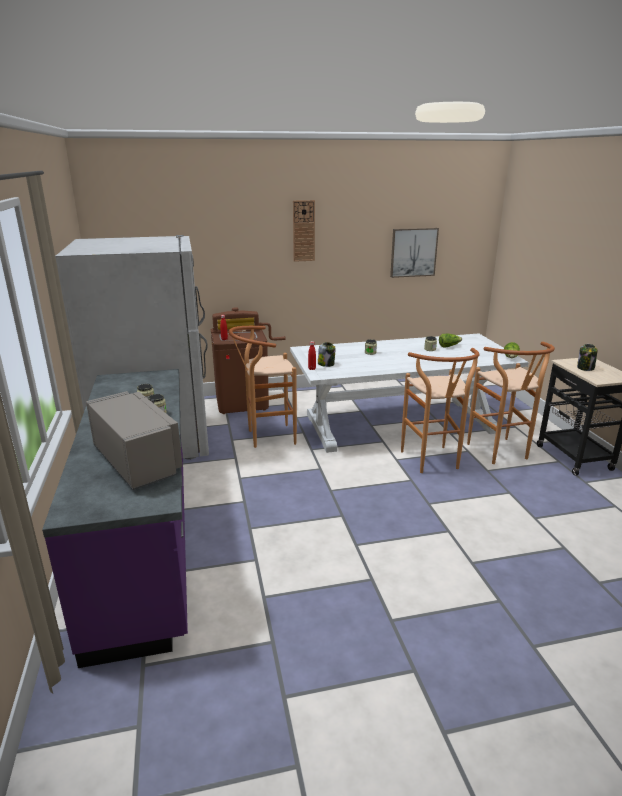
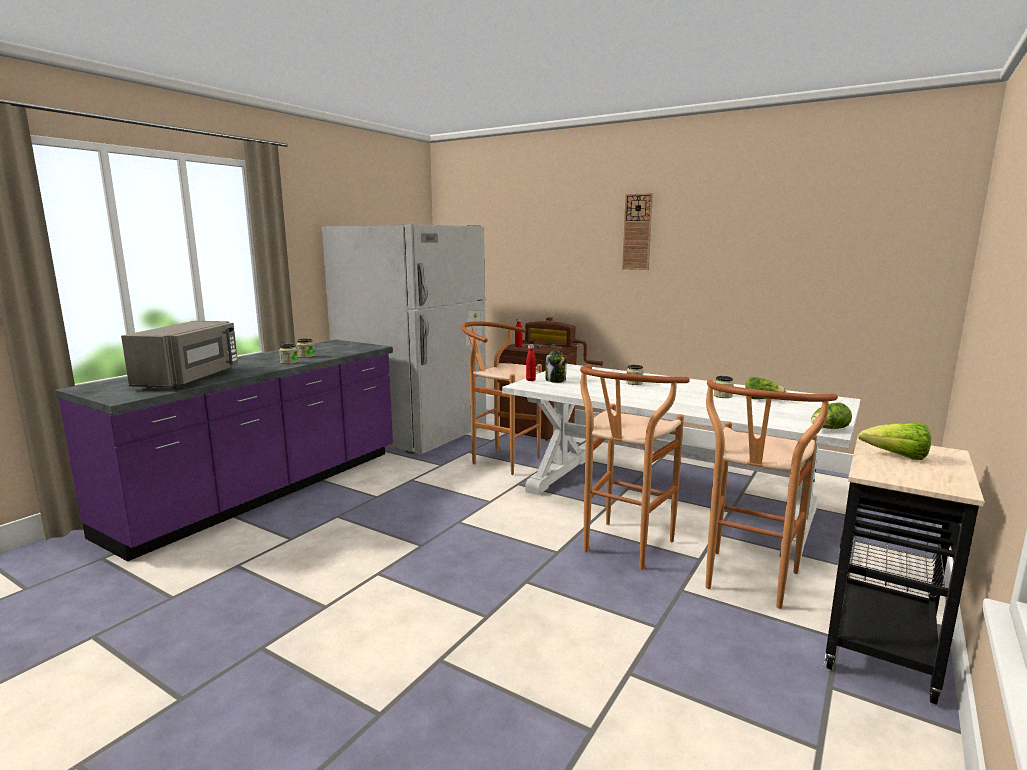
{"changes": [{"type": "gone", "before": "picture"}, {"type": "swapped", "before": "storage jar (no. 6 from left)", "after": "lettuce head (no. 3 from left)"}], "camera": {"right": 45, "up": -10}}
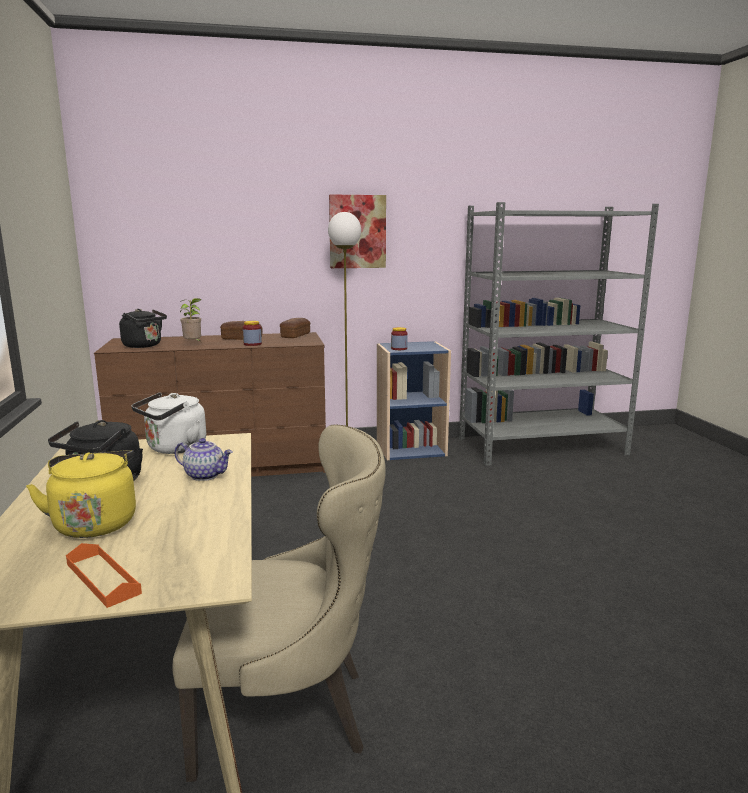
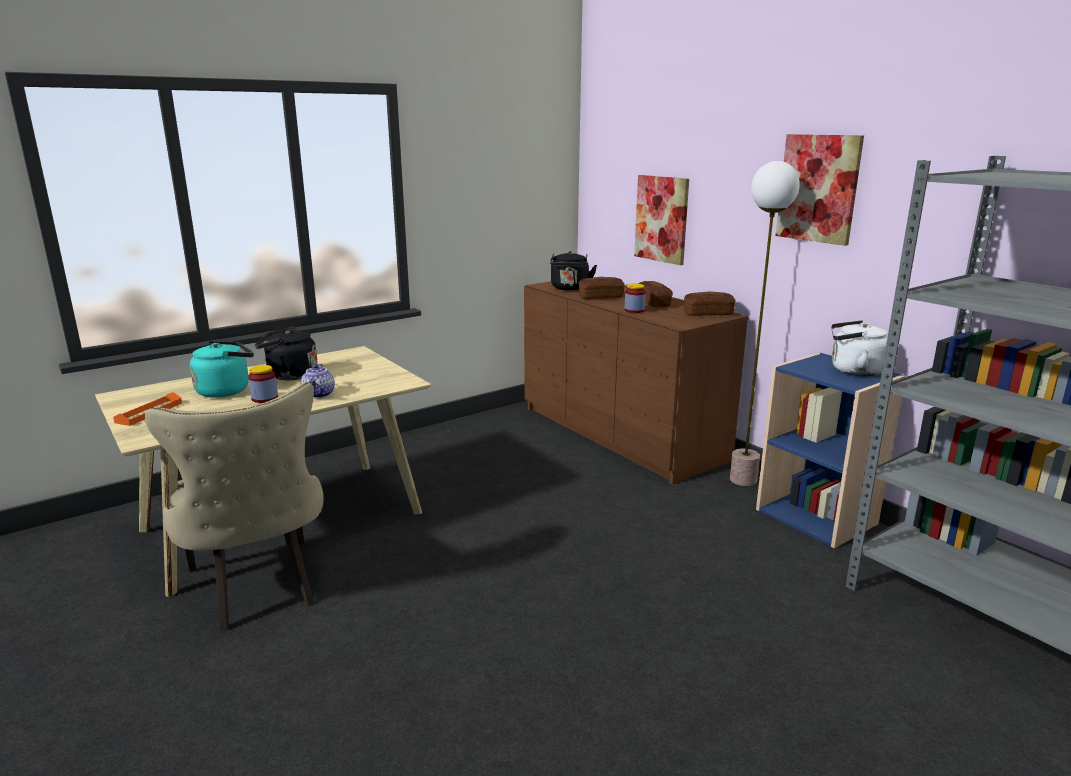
{"changes": [{"type": "new", "after": "picture (no. 1 from left)"}, {"type": "shifted", "before": "whitish tea kettle"}, {"type": "shifted", "before": "storage jar (no. 2 from left in the first image)", "after": "storage jar (no. 1 from left)"}, {"type": "swapped", "before": "houseplant", "after": "bakery bread (no. 1 from left)"}, {"type": "repainted", "before": "yellow-coloured tea kettle", "after": "blue-green tea kettle"}], "camera": {"right": 65, "up": 5}}
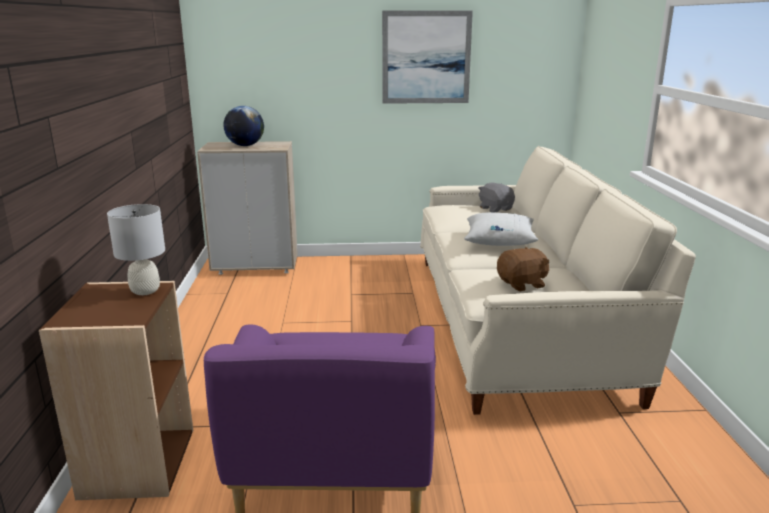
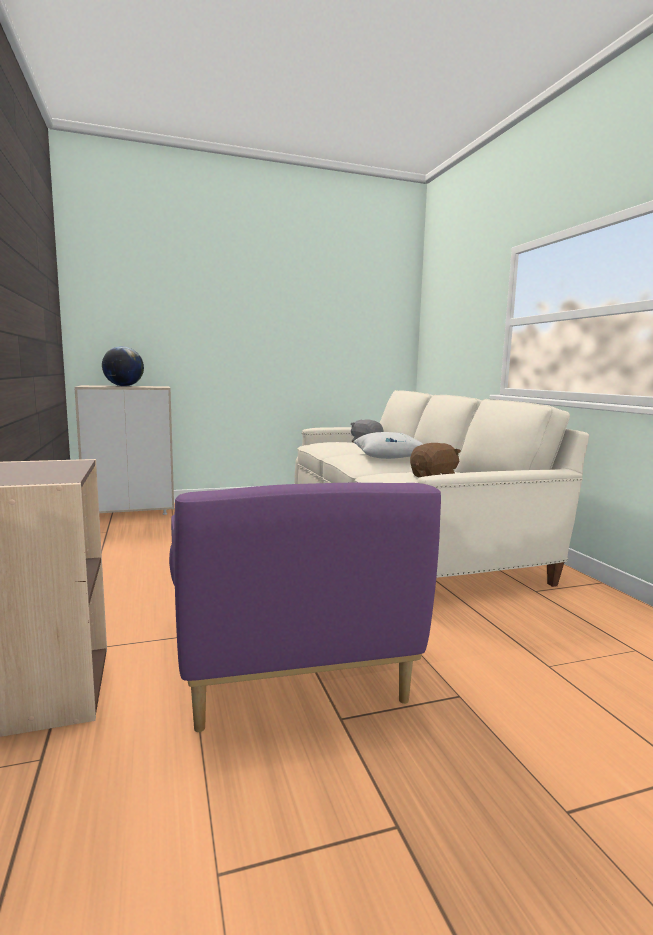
{"changes": [{"type": "gone", "before": "gray lamp for a table"}, {"type": "gone", "before": "picture"}], "camera": {"right": -15, "up": -10}}
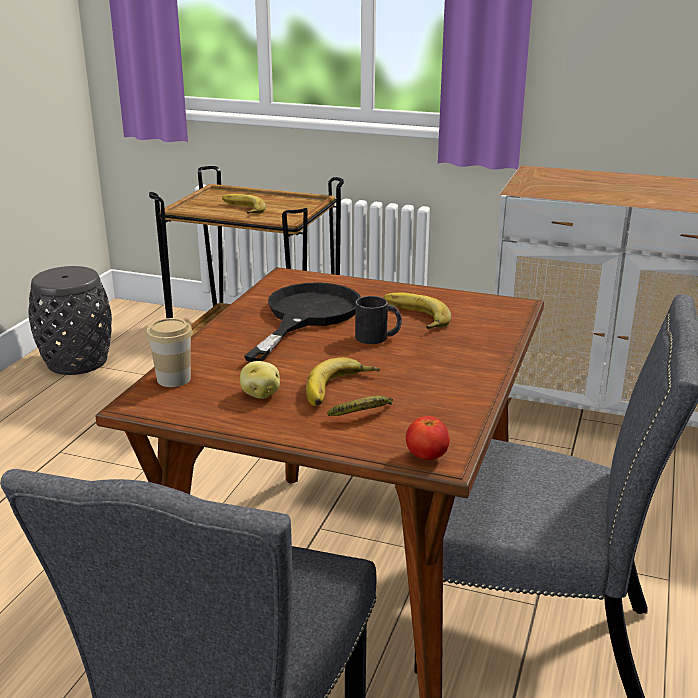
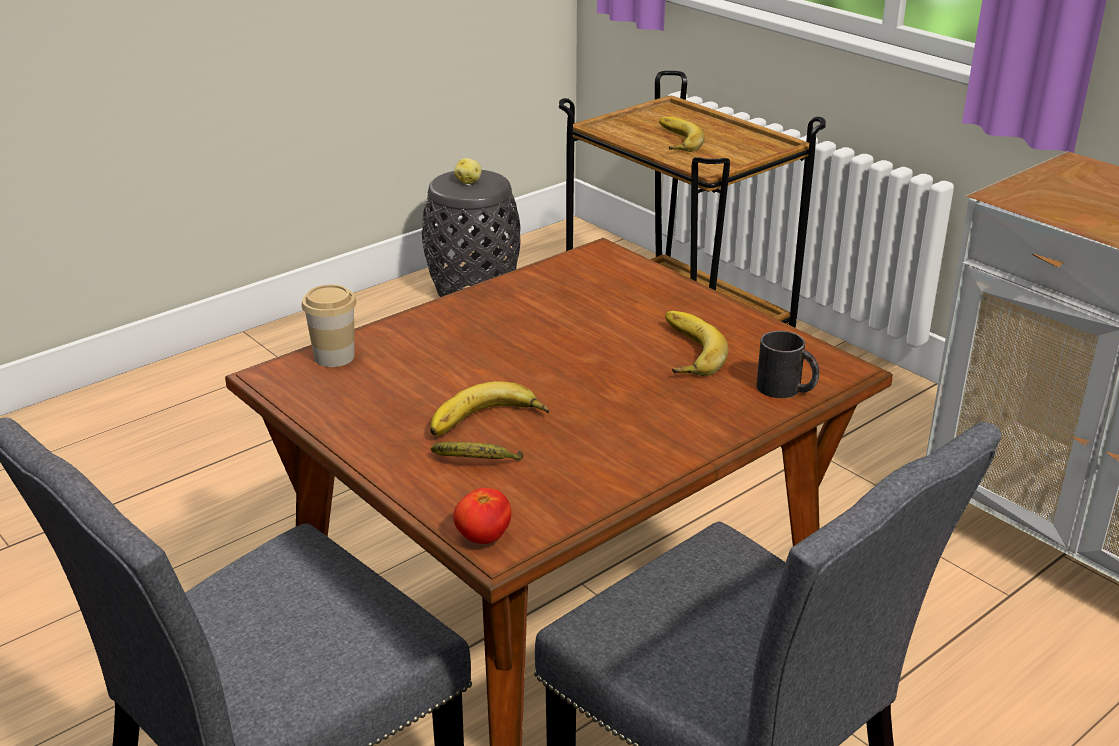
{"changes": [{"type": "gone", "before": "black-coloured skillet"}, {"type": "shifted", "before": "whole potato"}, {"type": "shifted", "before": "black-coloured tea mug"}], "camera": {"right": 30, "up": 5}}
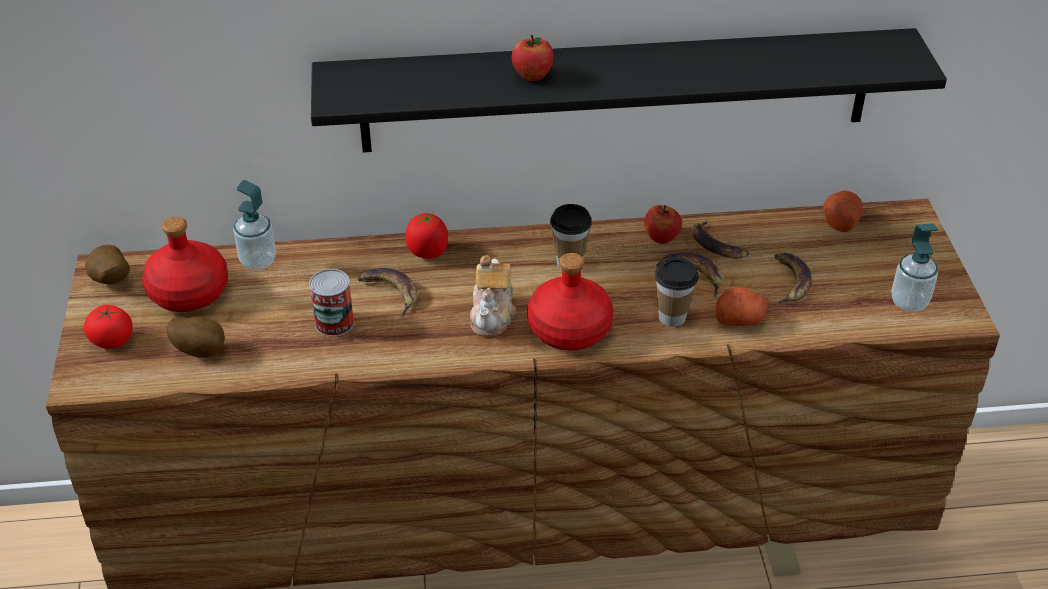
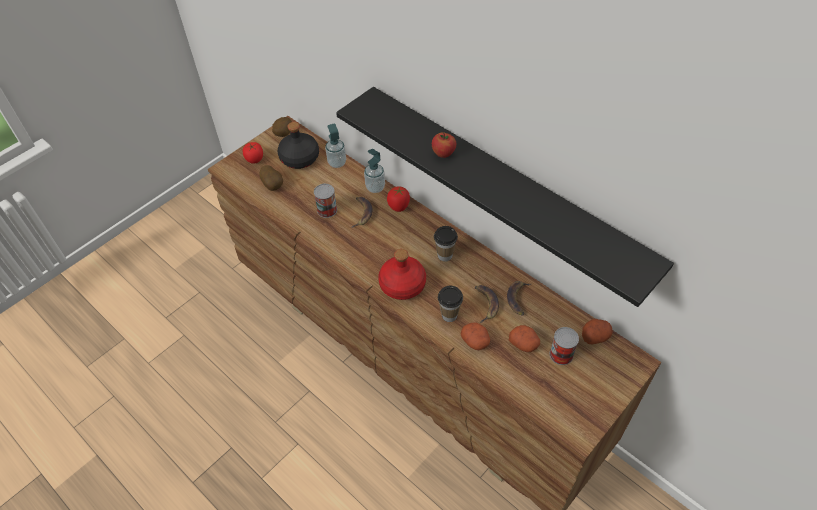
{"changes": [{"type": "gone", "before": "tea pot"}, {"type": "gone", "before": "apple (no. 2 from left)"}, {"type": "new", "after": "sealed can (no. 2 from left)"}, {"type": "shifted", "before": "soap bottle (no. 2 from left)"}, {"type": "swapped", "before": "whole banana (no. 4 from left)", "after": "whole potato (no. 4 from left)"}, {"type": "repainted", "before": "red-coloured beverage bottle (no. 1 from left)", "after": "black-coloured beverage bottle"}], "camera": {"right": 50, "up": 10}}
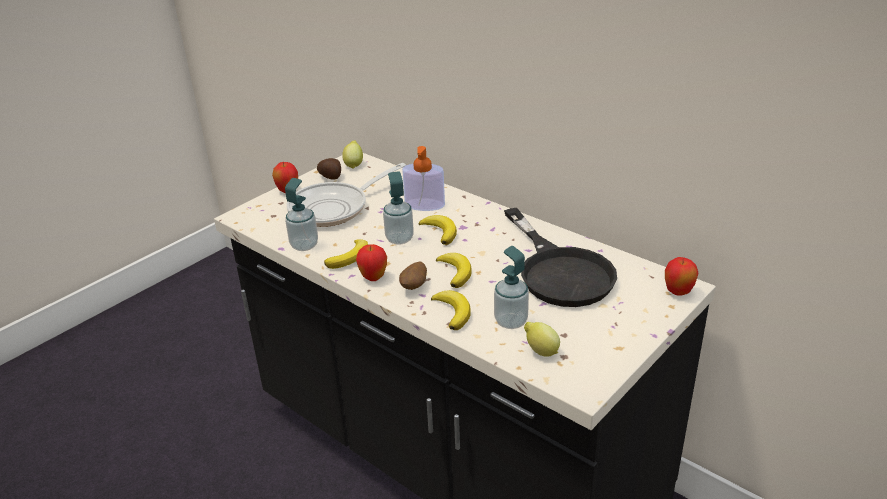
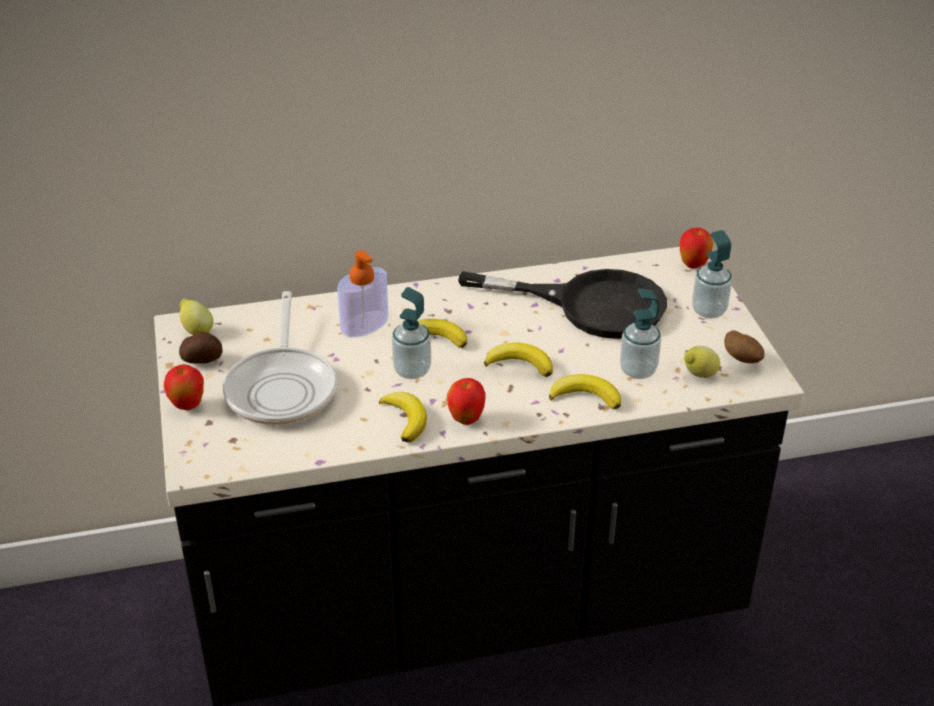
{"changes": [{"type": "shifted", "before": "soap bottle (no. 1 from left in the first image)", "after": "soap bottle (no. 4 from left)"}, {"type": "shifted", "before": "whole potato (no. 2 from left)"}], "camera": {"right": -55, "up": 5}}
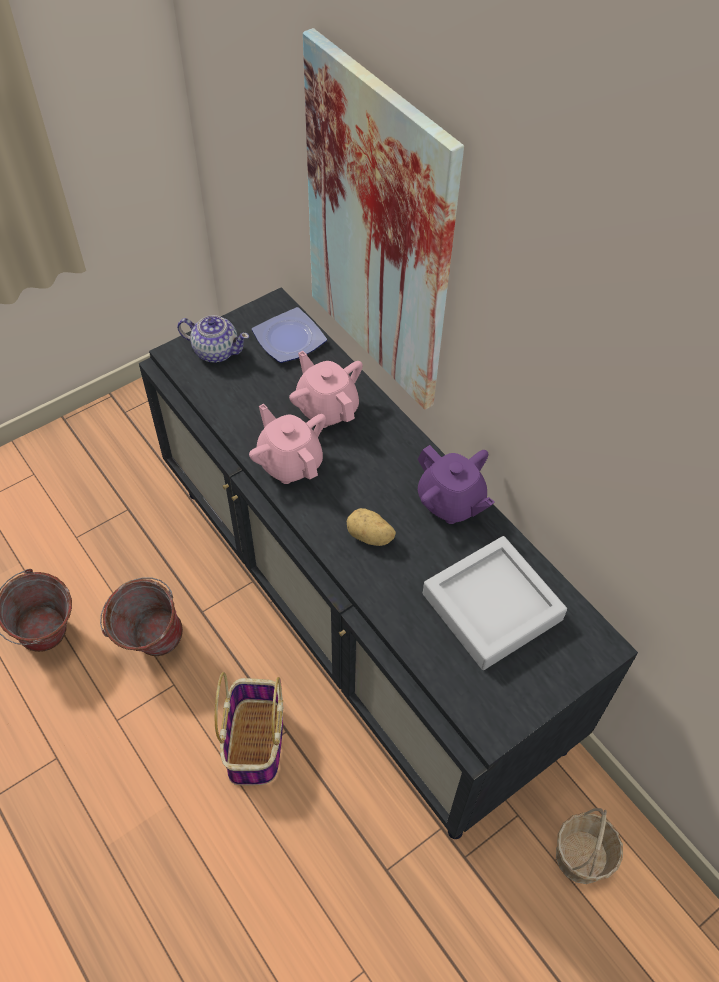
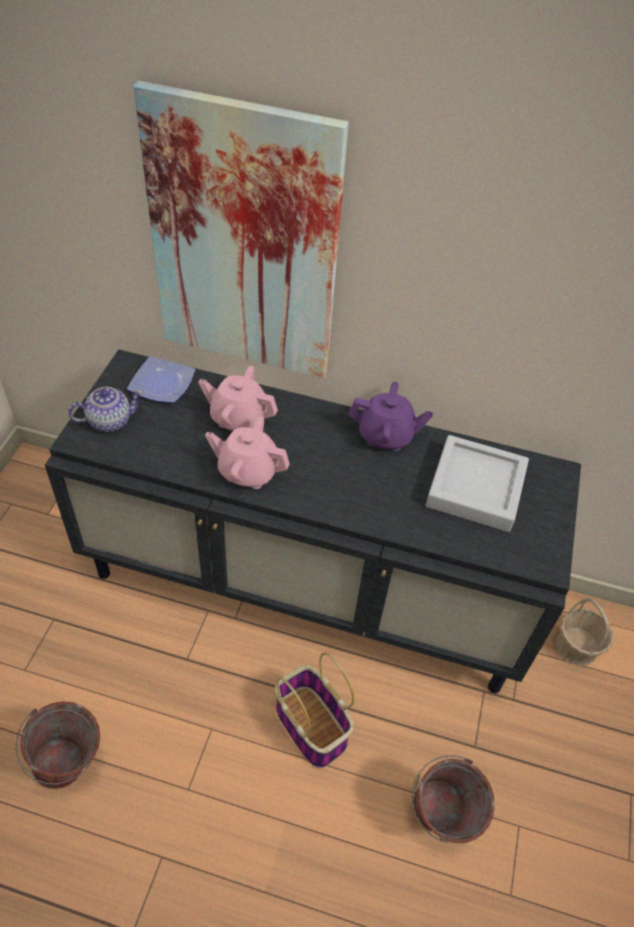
{"changes": [{"type": "gone", "before": "whole potato"}, {"type": "shifted", "before": "water bucket (no. 2 from left)"}], "camera": {"right": -40, "up": -5}}
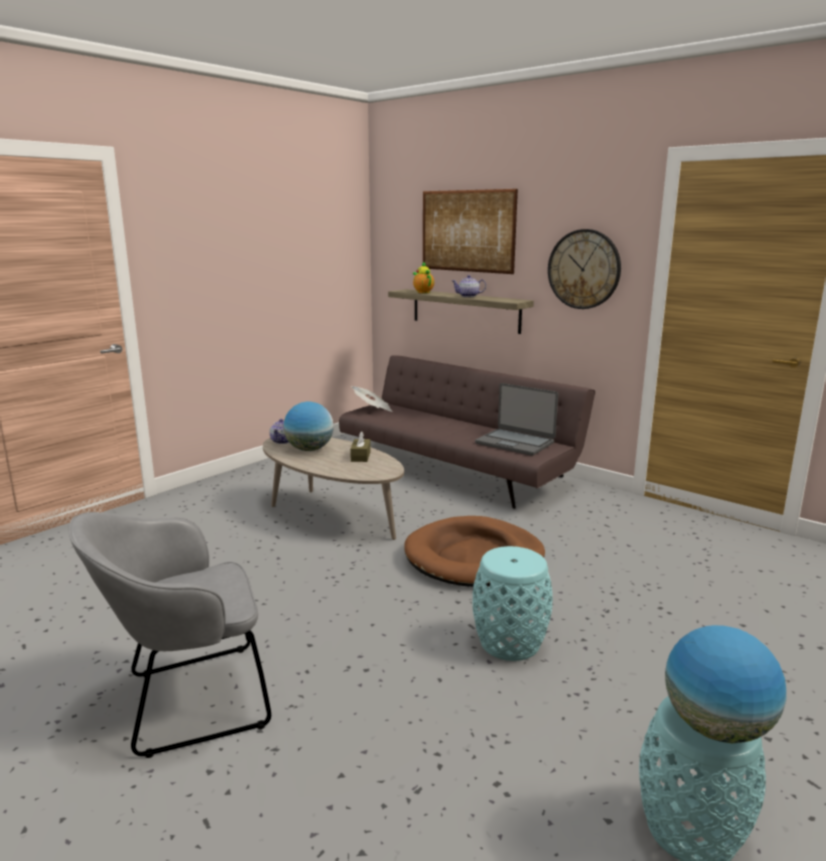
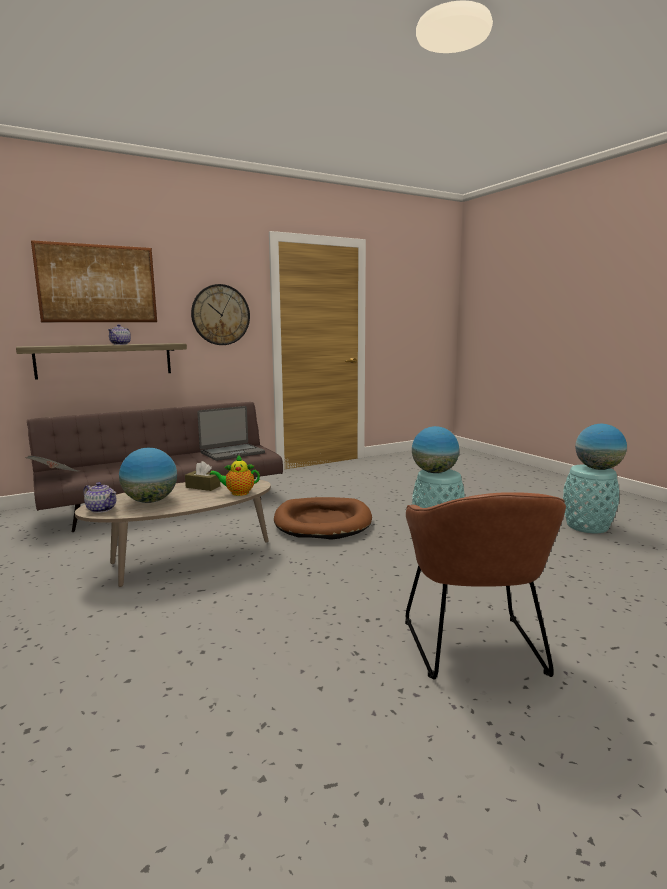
{"changes": [{"type": "new", "after": "globe (no. 2 from left)"}, {"type": "shifted", "before": "tea pot (no. 2 from left in the first image)", "after": "tea pot (no. 3 from left)"}, {"type": "repainted", "before": "gray lounge chair", "after": "brownish lounge chair"}], "camera": {"right": -70, "up": -5}}
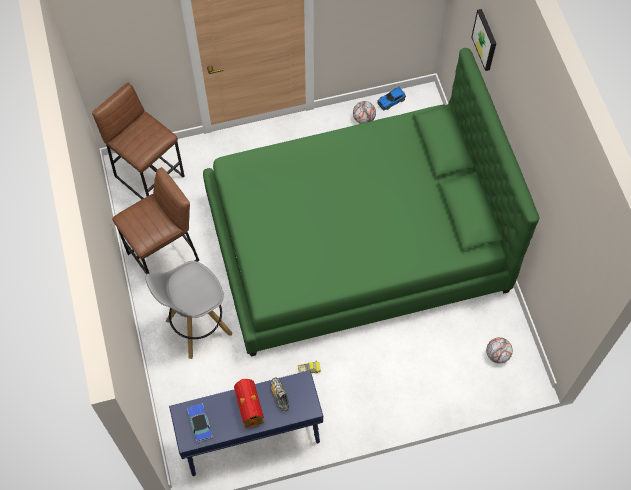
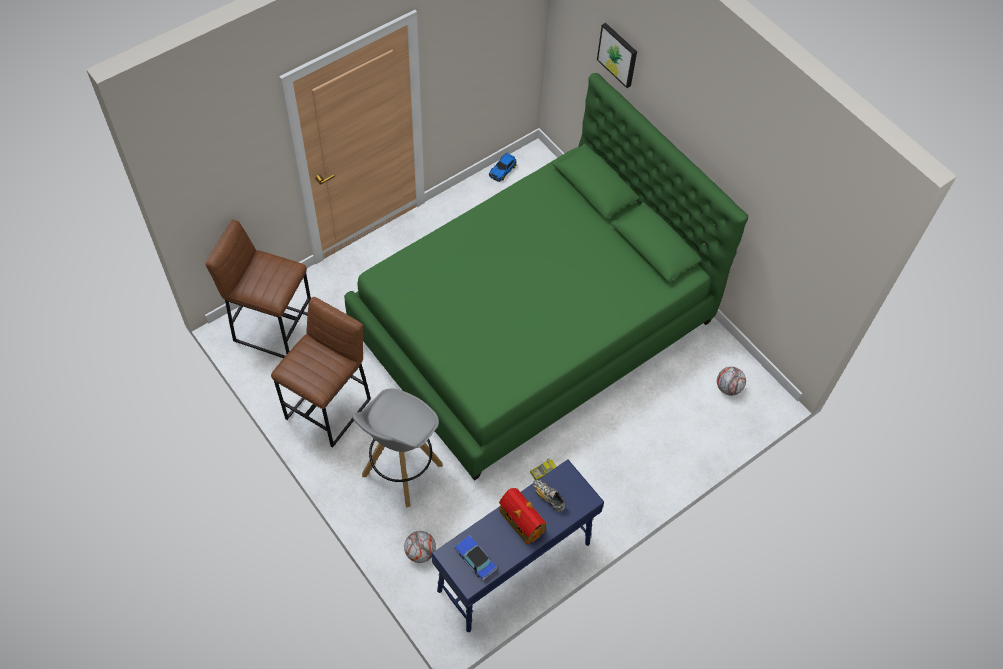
{"changes": [{"type": "shifted", "before": "football (no. 1 from left)"}], "camera": {"right": -25, "up": -5}}
